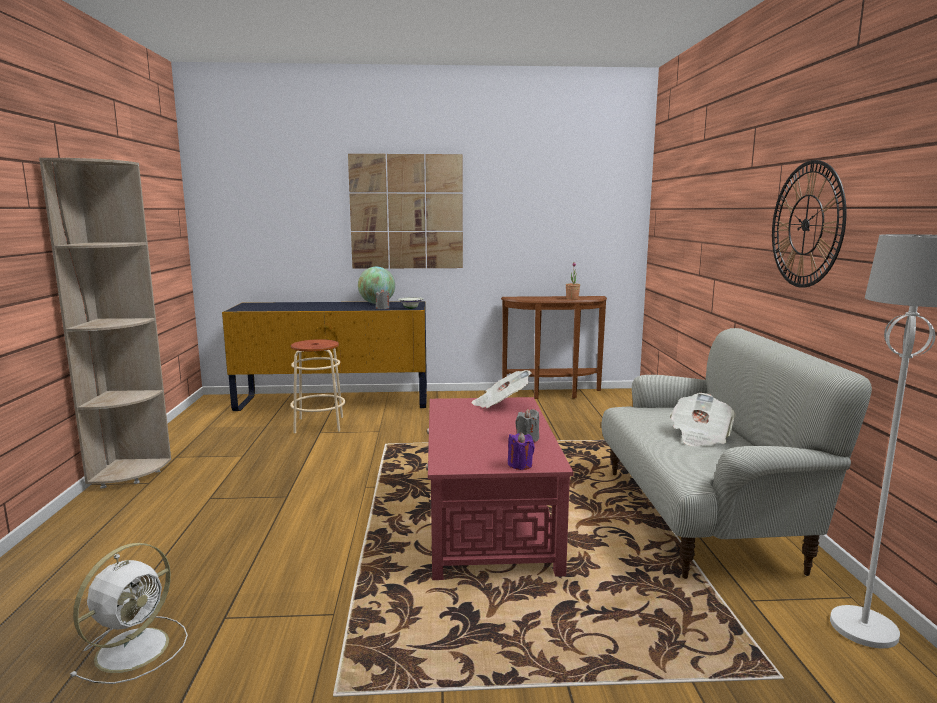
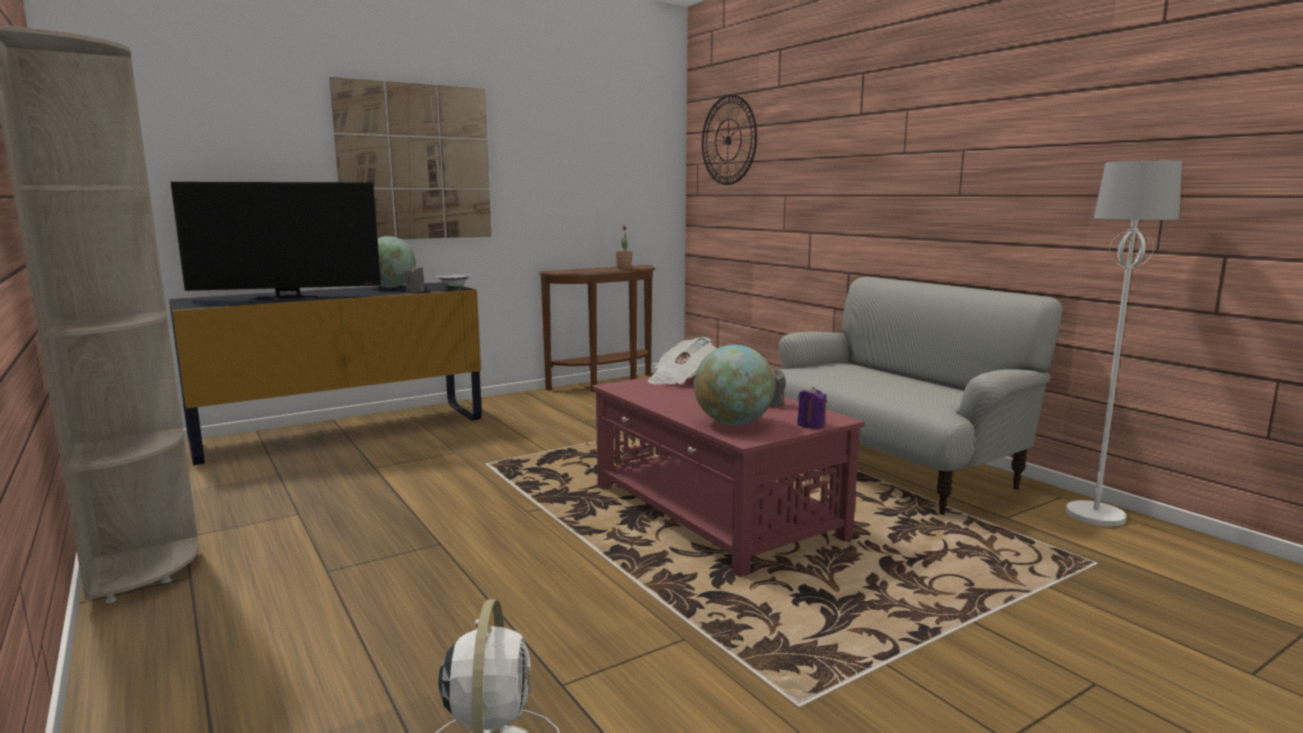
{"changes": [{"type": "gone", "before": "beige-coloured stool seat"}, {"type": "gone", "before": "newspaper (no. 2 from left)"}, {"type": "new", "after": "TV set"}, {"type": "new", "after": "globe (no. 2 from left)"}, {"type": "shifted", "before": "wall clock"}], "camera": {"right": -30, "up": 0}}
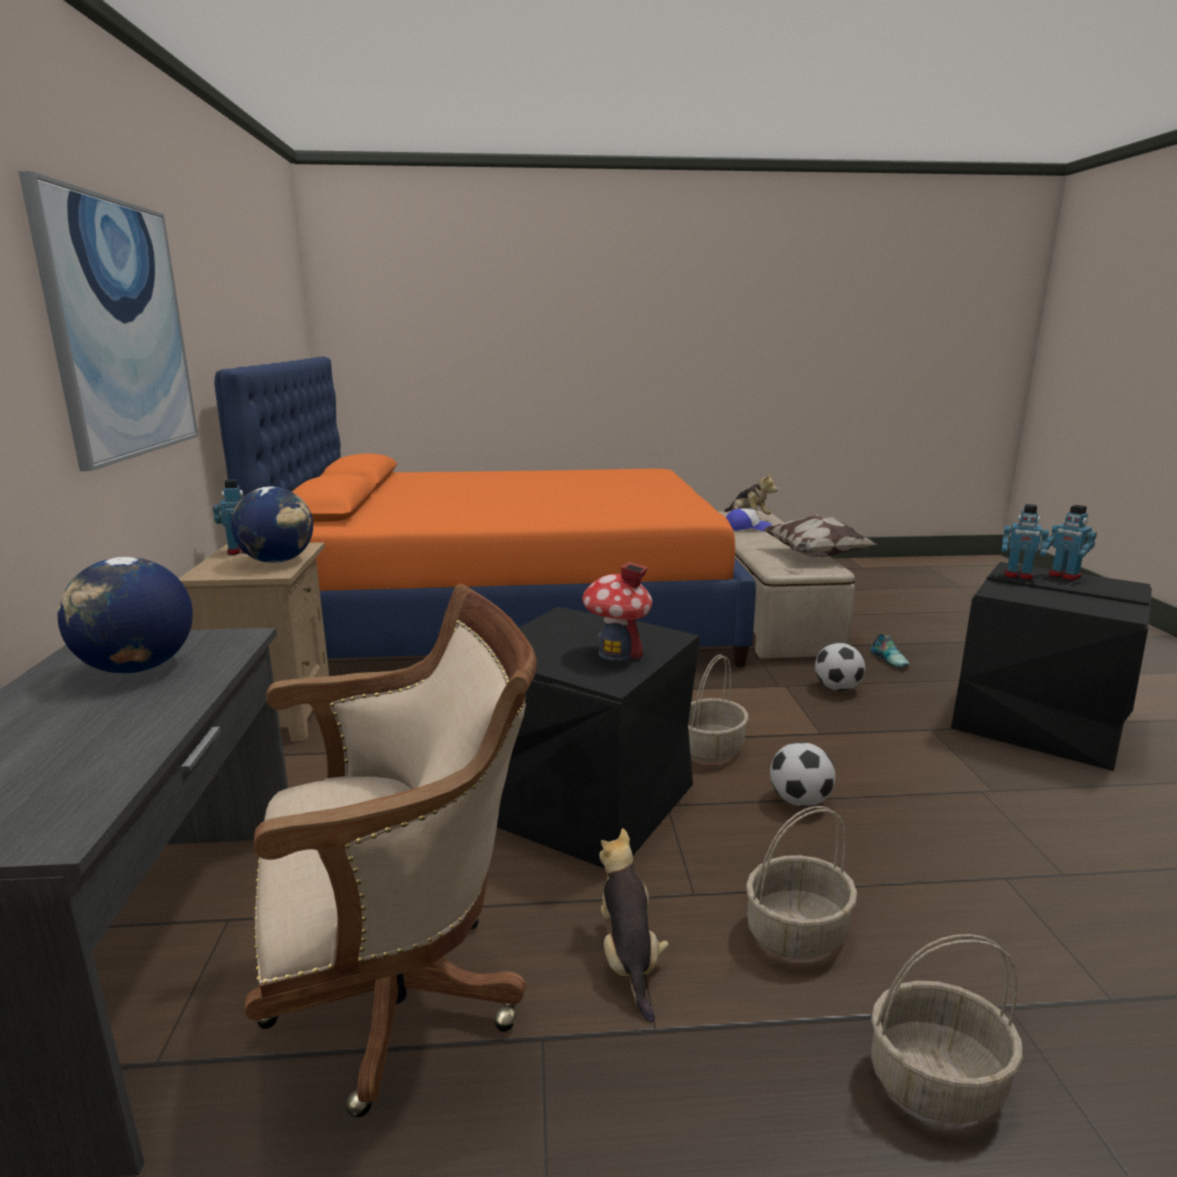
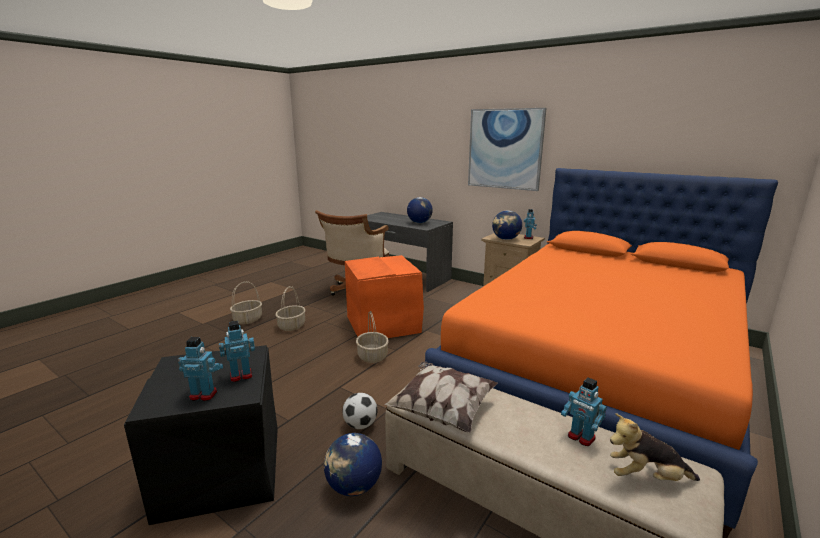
{"changes": [{"type": "gone", "before": "toy house"}, {"type": "gone", "before": "cuddly toy (no. 1 from left)"}, {"type": "gone", "before": "football (no. 1 from left)"}, {"type": "swapped", "before": "cap", "after": "robot figure (no. 4 from left)"}, {"type": "swapped", "before": "low shoe", "after": "globe (no. 1 from left)"}, {"type": "repainted", "before": "black-coloured storage container (no. 1 from left)", "after": "orangey storage container"}], "camera": {"right": 130, "up": 0}}
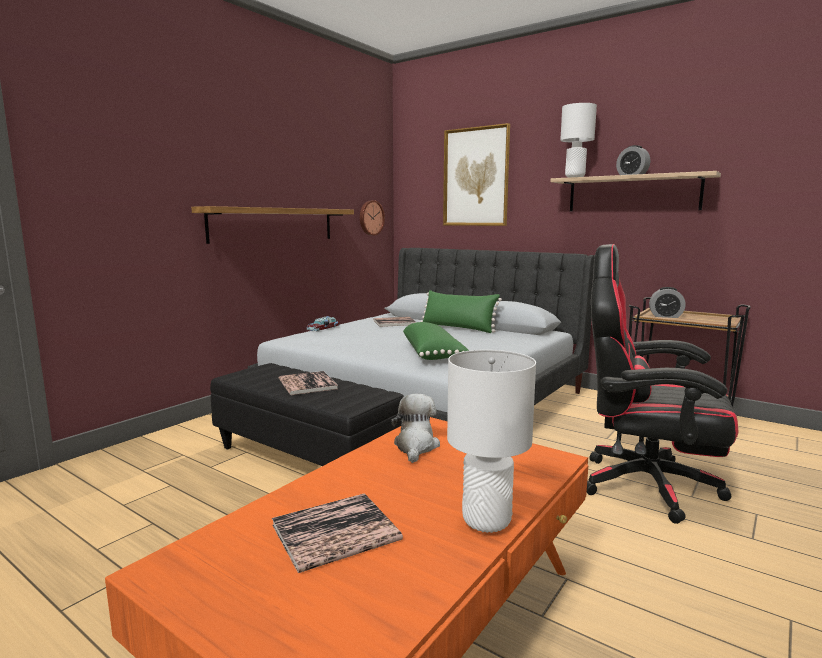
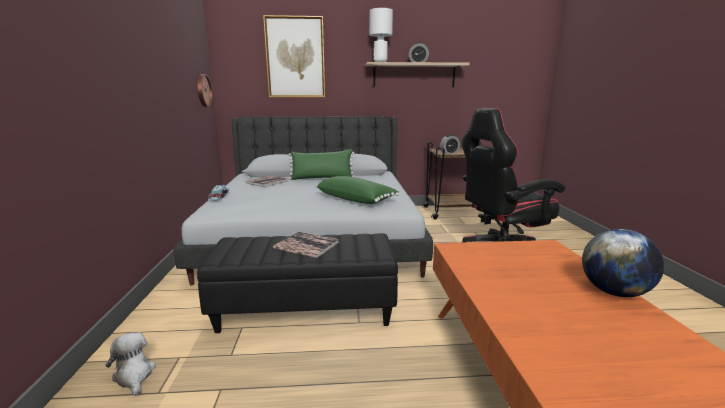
{"changes": [{"type": "gone", "before": "bracket shelf (no. 1 from left)"}, {"type": "gone", "before": "bound book (no. 2 from left)"}, {"type": "shifted", "before": "cuddly toy"}, {"type": "swapped", "before": "whitish lamp for a table (no. 1 from left)", "after": "globe"}], "camera": {"right": -40, "up": 5}}
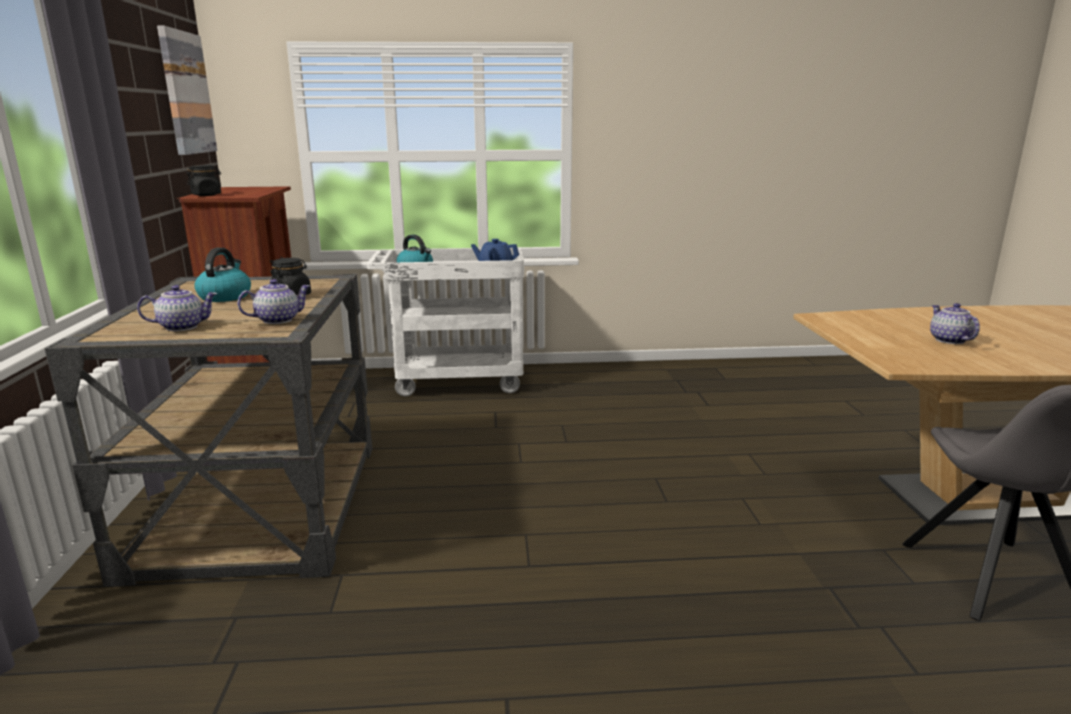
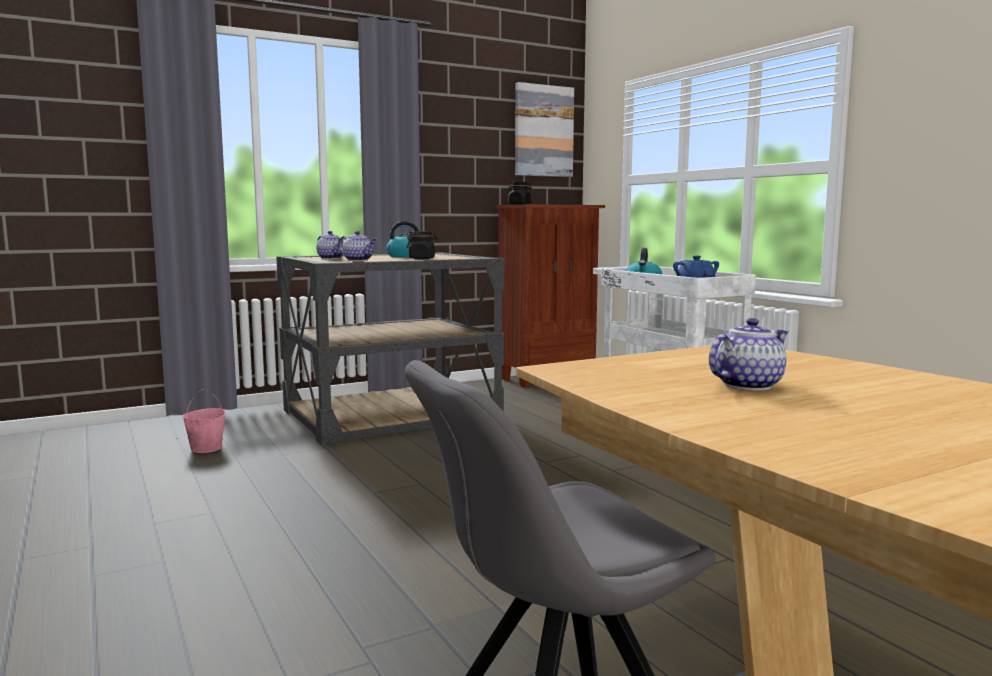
{"changes": [{"type": "new", "after": "pink water bucket"}], "camera": {"right": 65, "up": -10}}
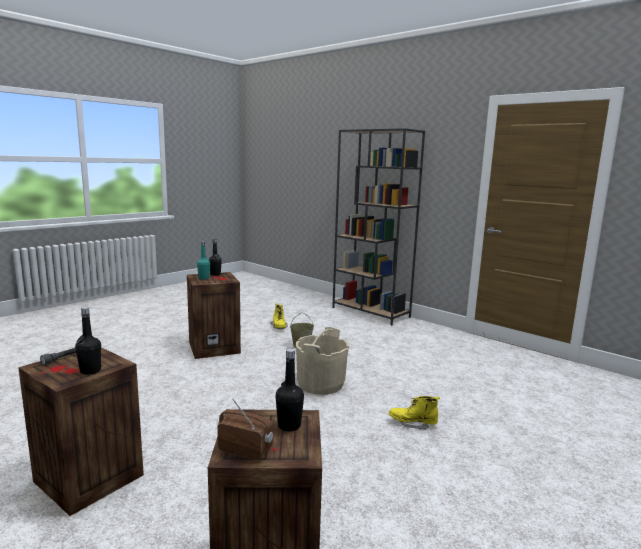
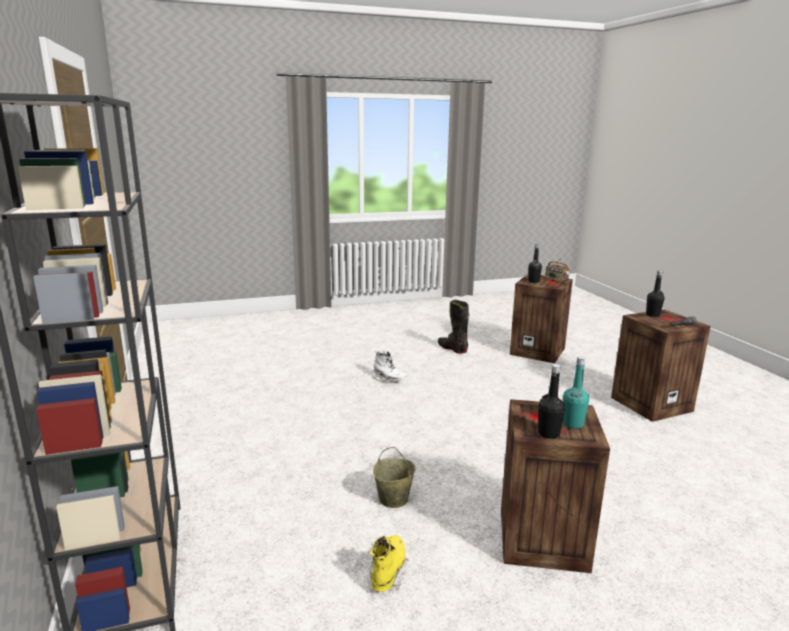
{"changes": [{"type": "gone", "before": "beige-coloured water bucket (no. 2 from left)"}, {"type": "new", "after": "black-coloured boot"}, {"type": "repainted", "before": "yellow-coloured boot (no. 2 from left)", "after": "whitish boot"}], "camera": {"right": -150, "up": 5}}
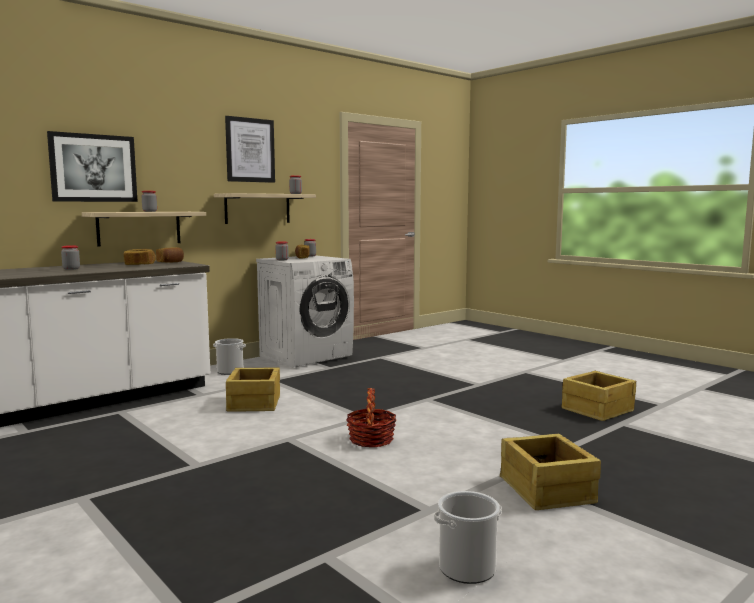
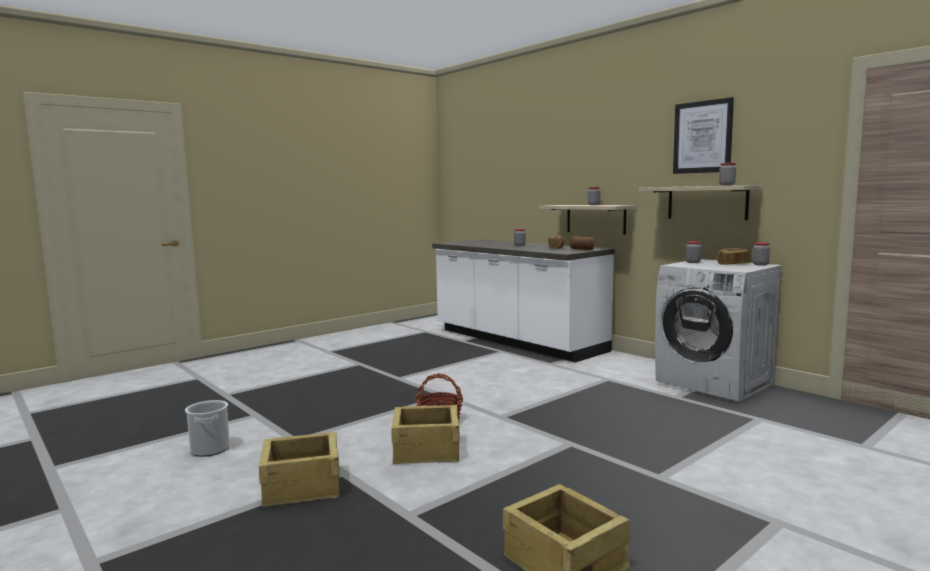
{"changes": [{"type": "gone", "before": "picture (no. 1 from left)"}, {"type": "gone", "before": "water bucket (no. 1 from left)"}, {"type": "shifted", "before": "crate (no. 1 from left in the first image)", "after": "crate (no. 2 from left)"}], "camera": {"right": 90, "up": 0}}
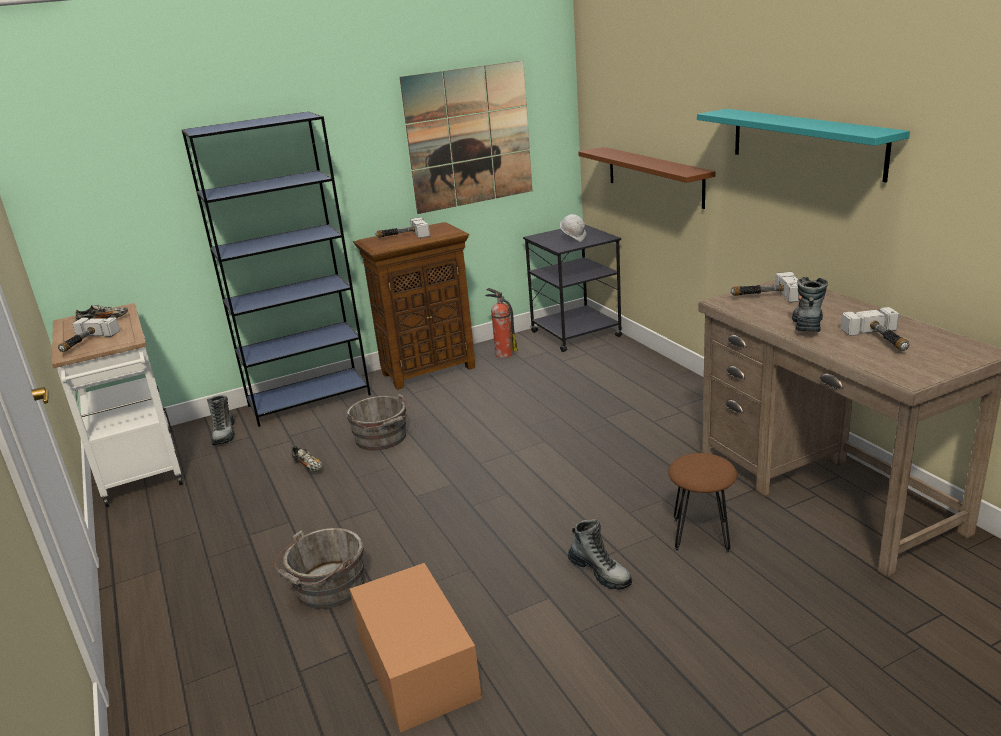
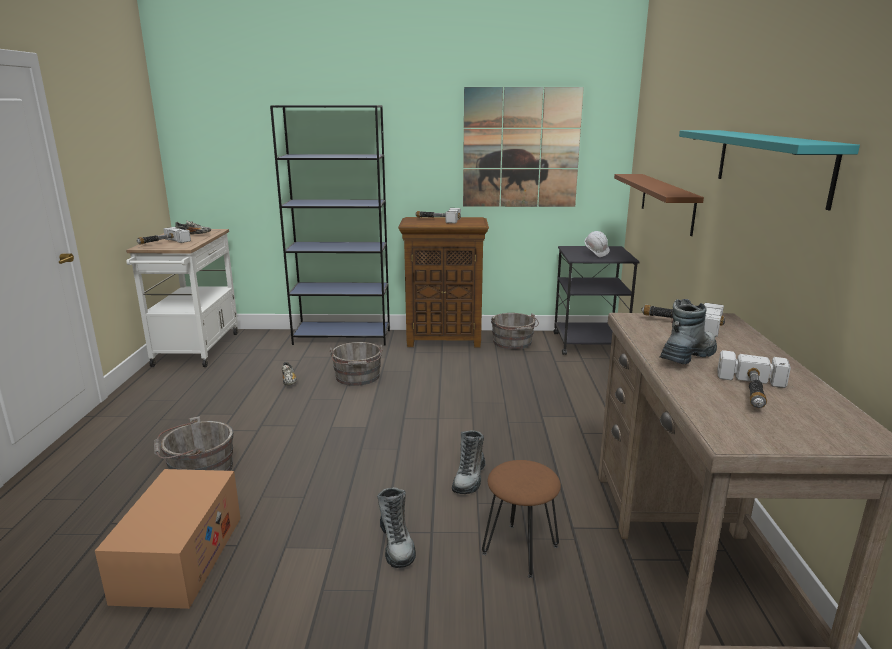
{"changes": [{"type": "shifted", "before": "boot (no. 1 from left in the first image)", "after": "boot (no. 2 from left)"}, {"type": "swapped", "before": "fire extinguisher", "after": "gray water bucket (no. 3 from left)"}], "camera": {"right": 25, "up": -5}}
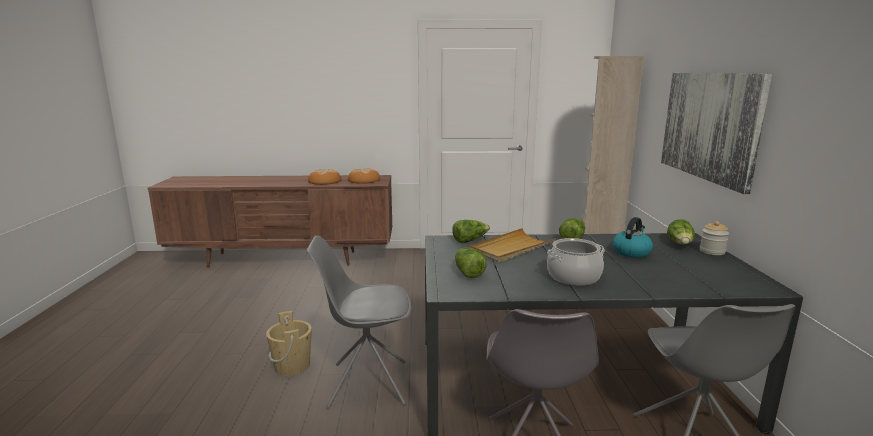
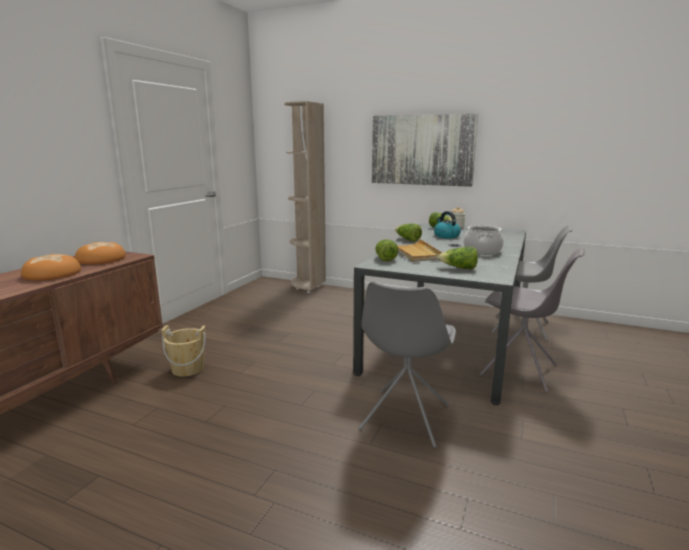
{"changes": [{"type": "shifted", "before": "beige-coloured water bucket"}], "camera": {"right": -65, "up": 0}}
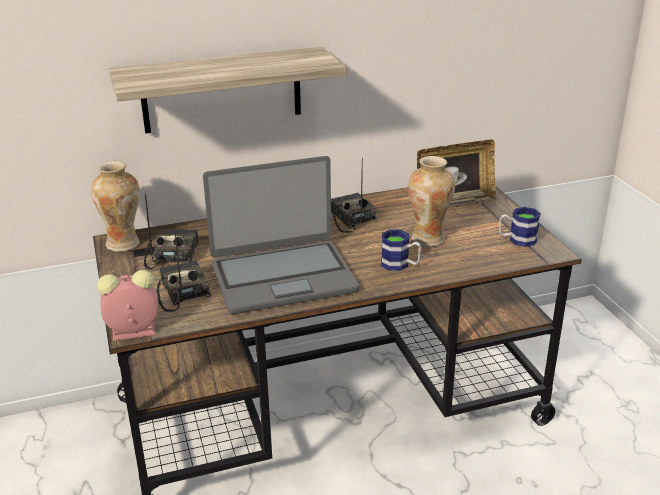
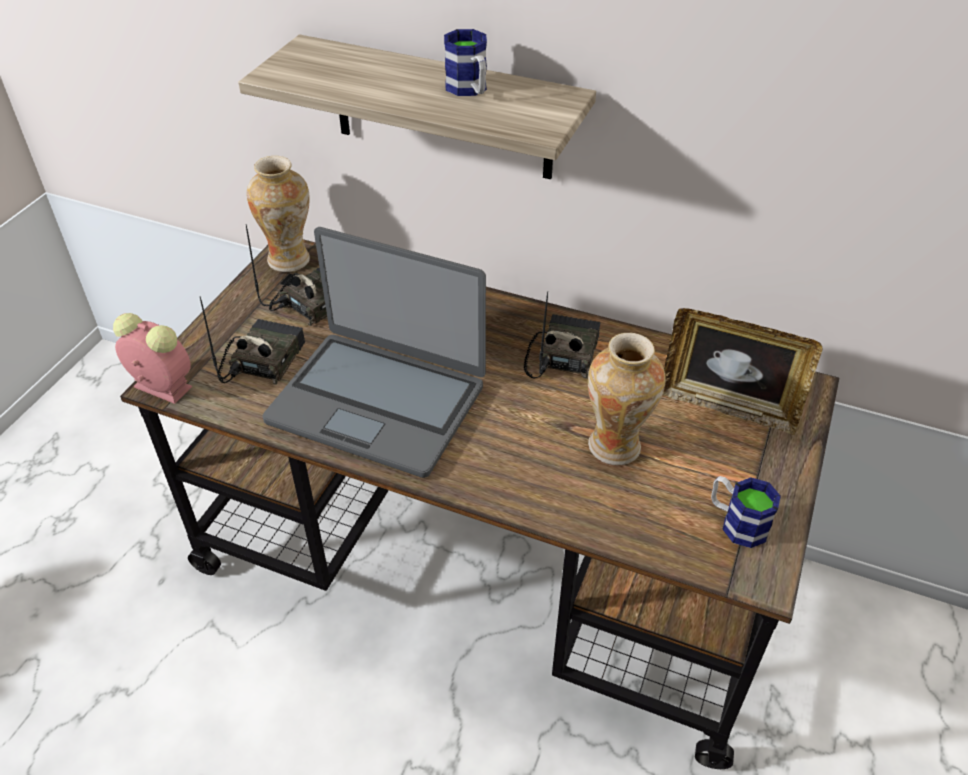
{"changes": [{"type": "shifted", "before": "tea mug (no. 1 from left)"}], "camera": {"right": 40, "up": 15}}
